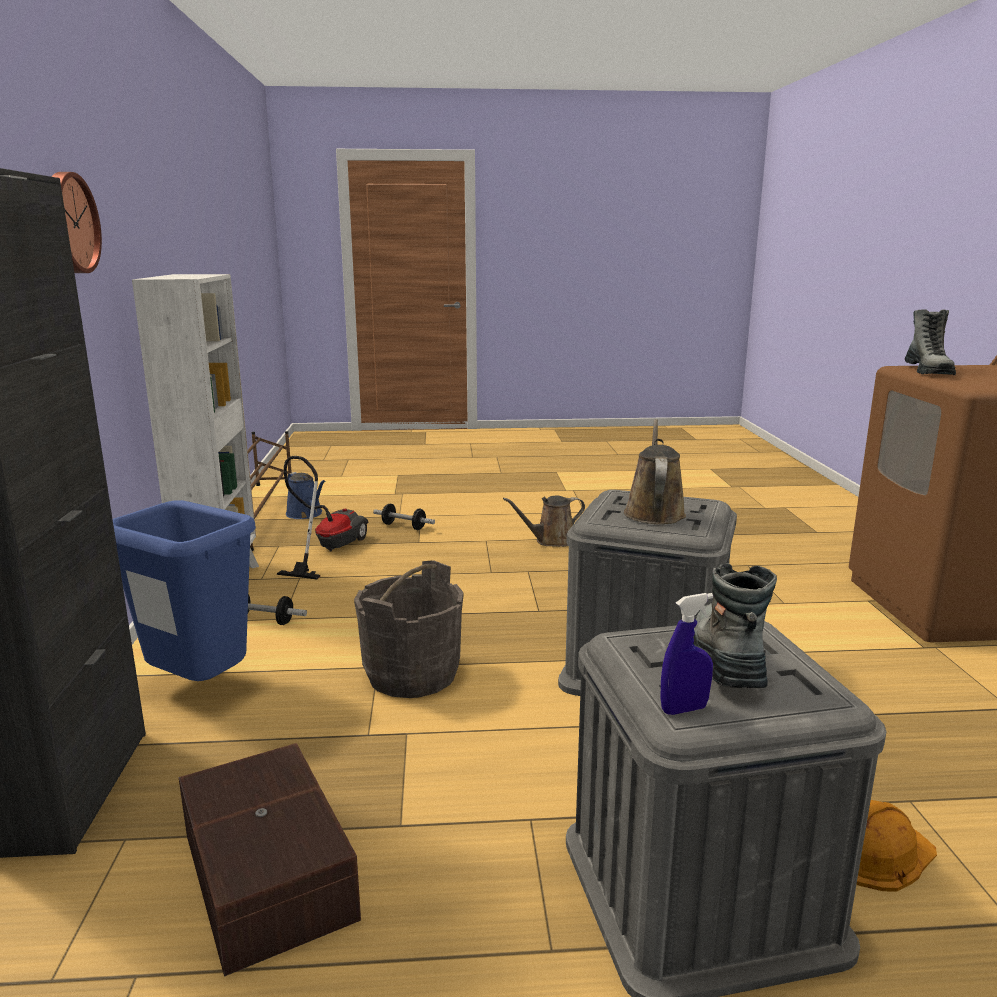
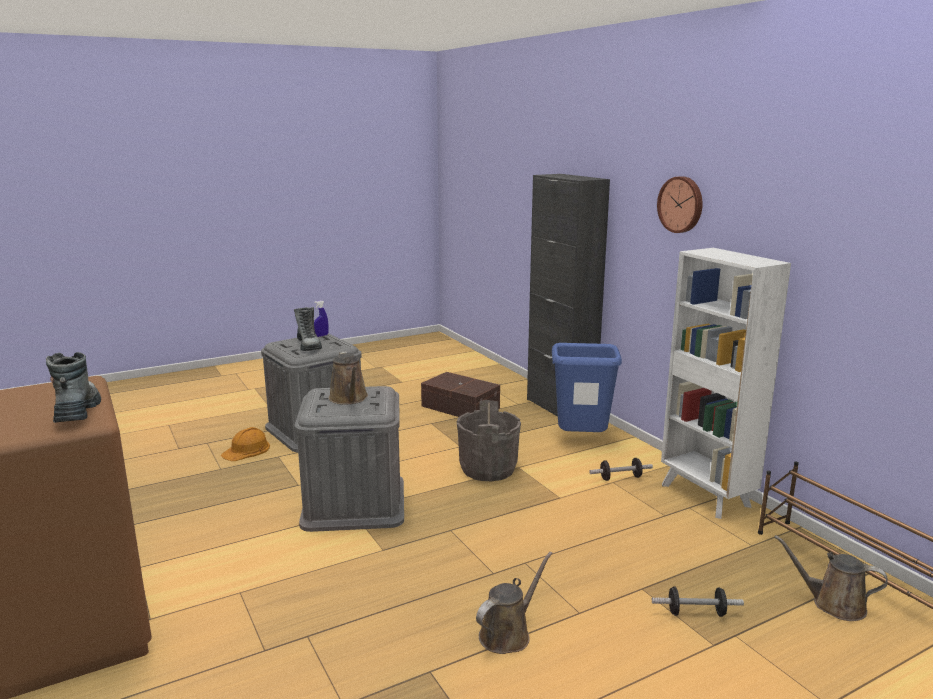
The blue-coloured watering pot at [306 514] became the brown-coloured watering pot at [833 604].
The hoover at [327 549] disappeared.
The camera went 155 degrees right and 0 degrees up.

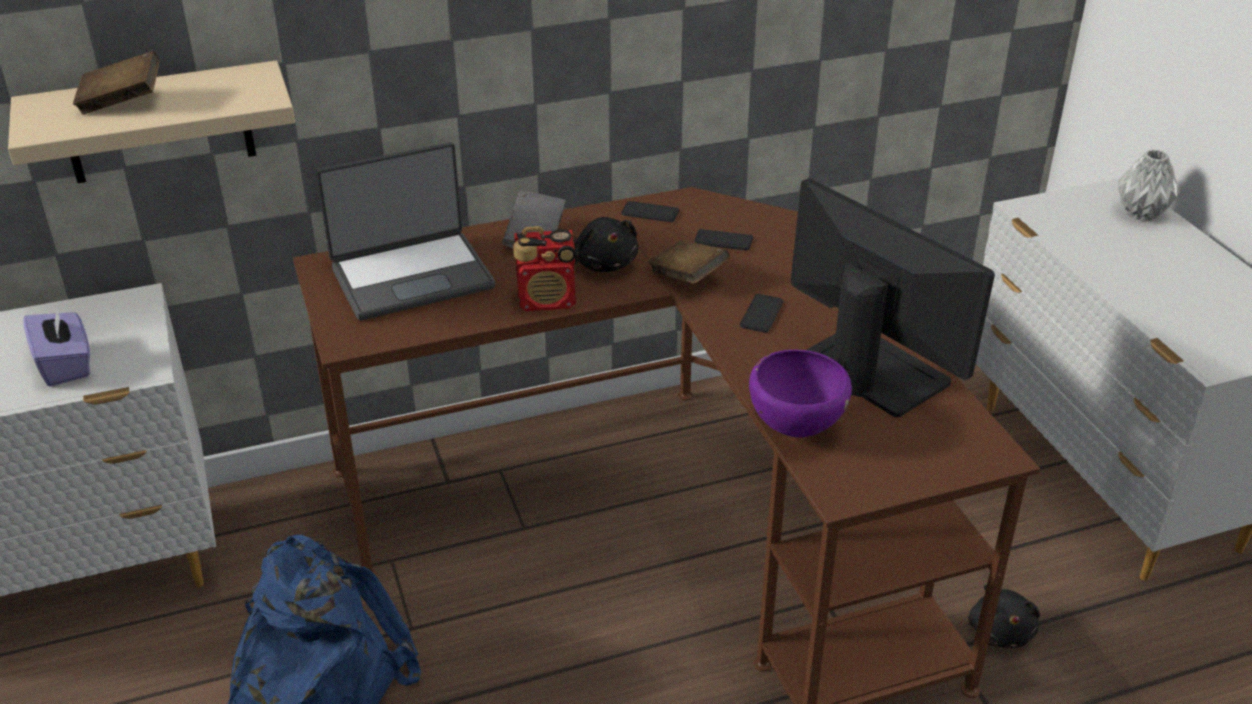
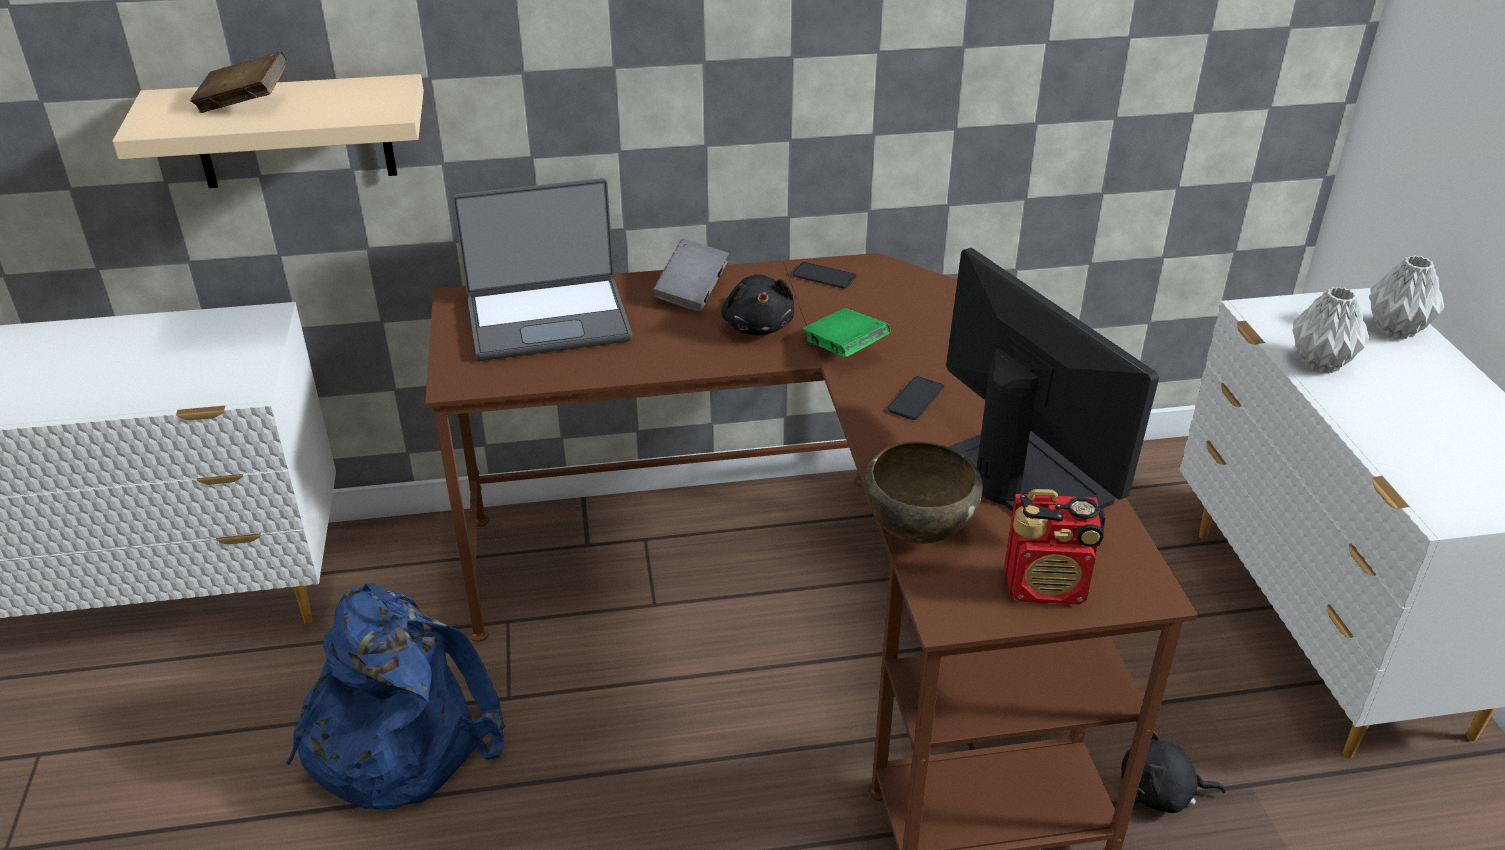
The brown-coloured book at [687 277] became the greenish book at [844 350].
The purple deep dish at [794 429] became the brown-coloured deep dish at [916 533].
The radio moved from [548 301] to [1047 586].
The blackish plush toy at [1000 630] turned 90 degrees clockwise.
The greyish flower vase at [1322 364] appeared.
The purple tissue box at [66 365] disappeared.
The handset at [723 241] disappeared.
The camera went 10 degrees right and 0 degrees up.

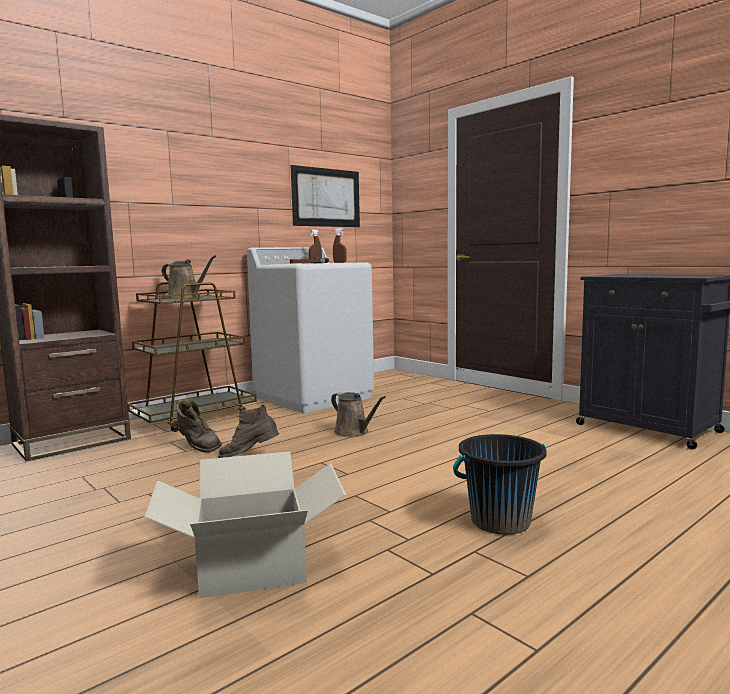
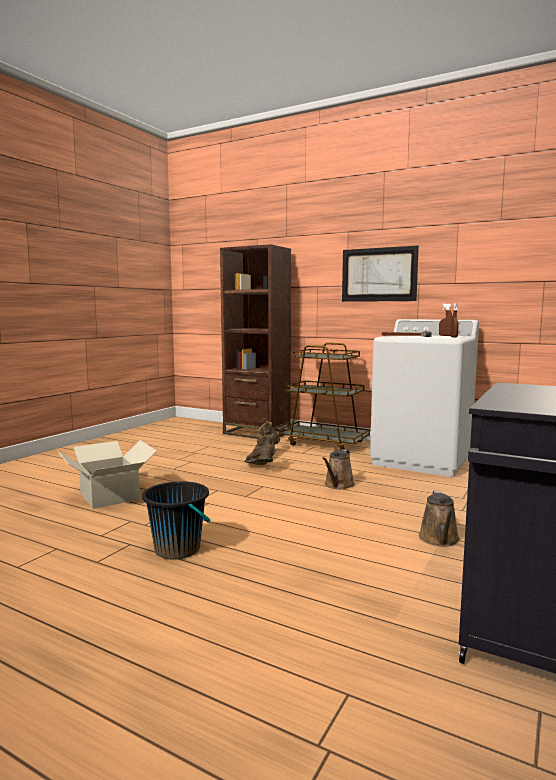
The picture moved from [326 197] to [378 274].
The brown-coloured watering pot moved from [186 298] to [439 540].
The camera went 70 degrees right and 0 degrees up.

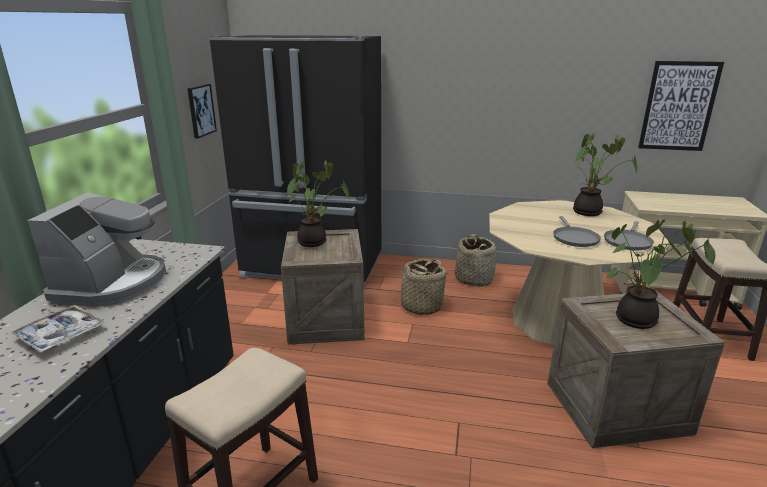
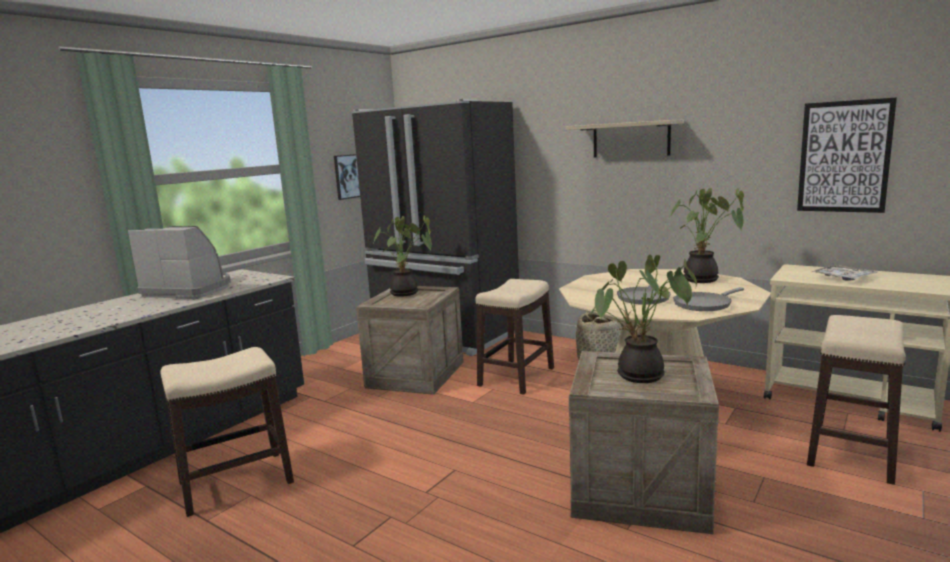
The coffee machine at [112 283] turned 105 degrees counterclockwise.
The storage basket at [421 306] was replaced by the stool at [517 376].
The wall shelf at [631 139] appeared.
The carrying tray moved from [61 335] to [843 278].
The camera went 25 degrees right and 10 degrees down.

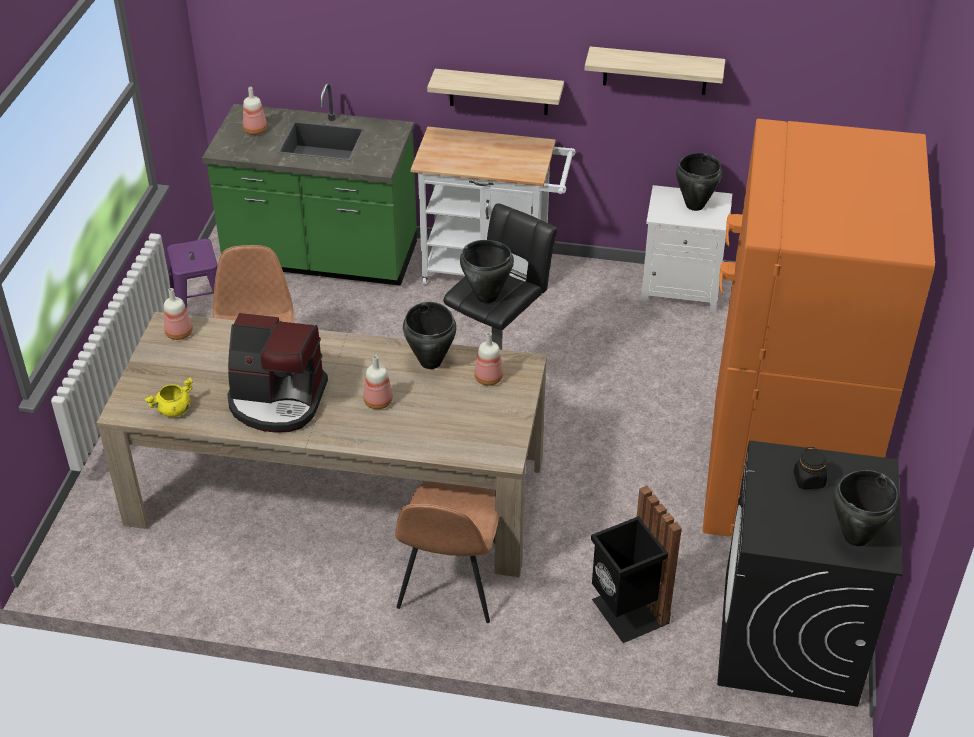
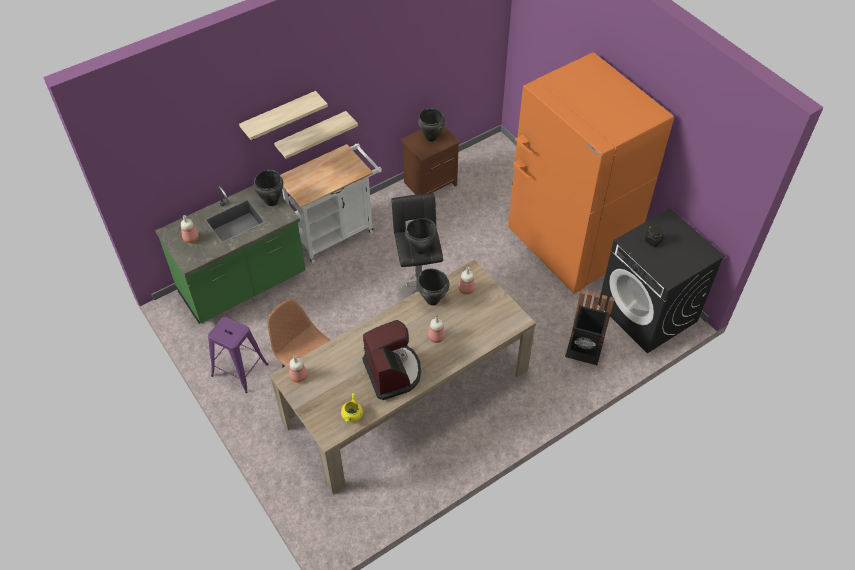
The wall shelf moved from [655 71] to [279 117].
The blackish saucepot moved from [855 537] to [271 202].
The coffee machine at [277 401] turned 75 degrees counterclockwise.
The white bedside table at [681 289] became the brown-coloured bedside table at [430 183].
The brown-coloured plain chair at [450 586] disappeared.
The camera went 45 degrees left and 10 degrees up.

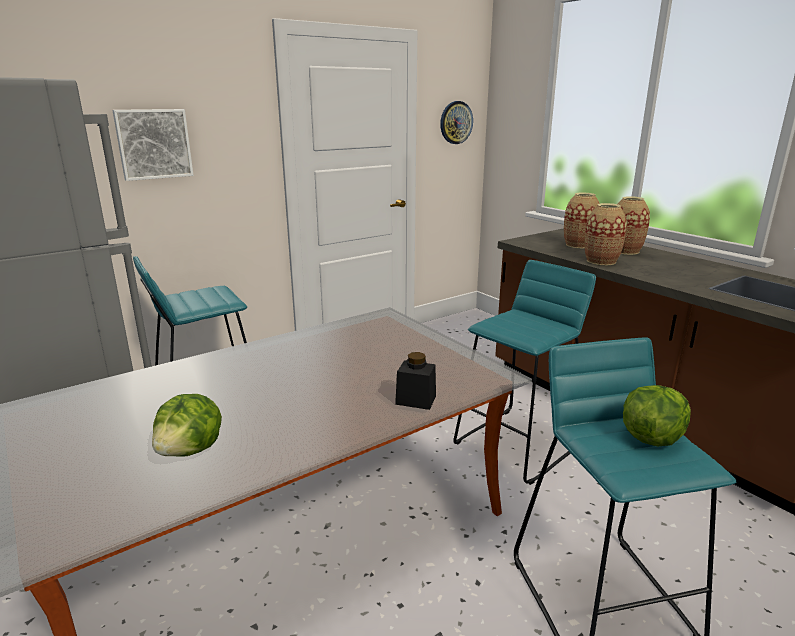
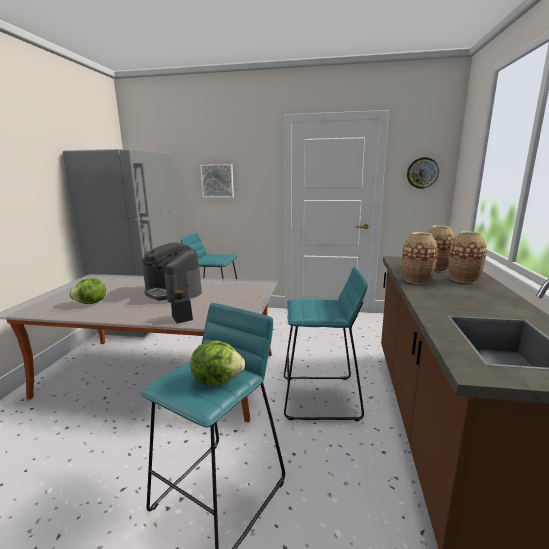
The coffee machine at [173 292] appeared.
The camera went 45 degrees right and 5 degrees down.

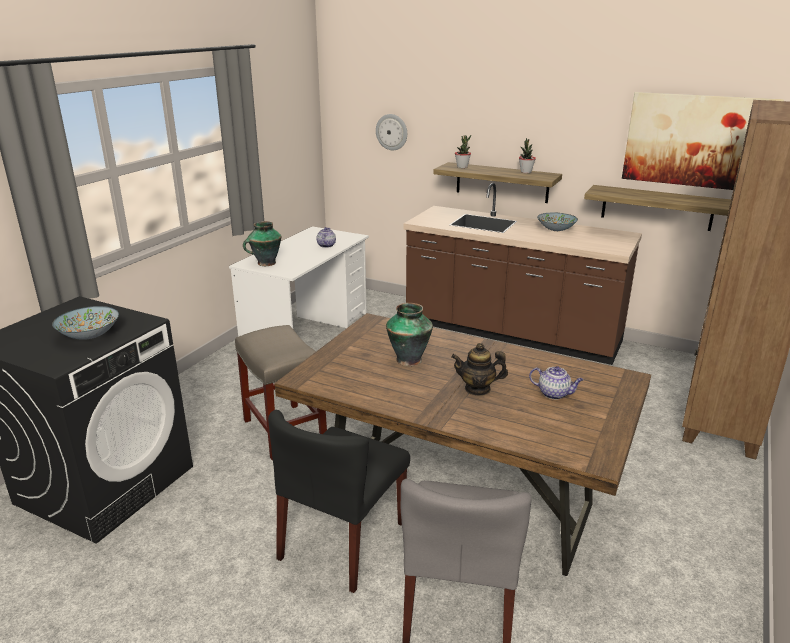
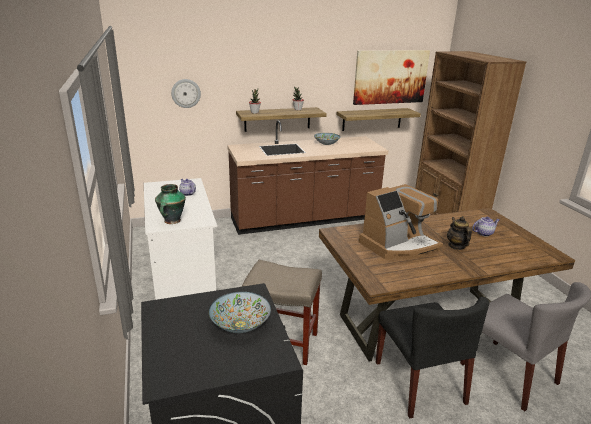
The flower vase at [409 359] was replaced by the coffee machine at [398 245].
The pot for tea at [477 389] turned 120 degrees clockwise.
The camera went 45 degrees left and 0 degrees up.

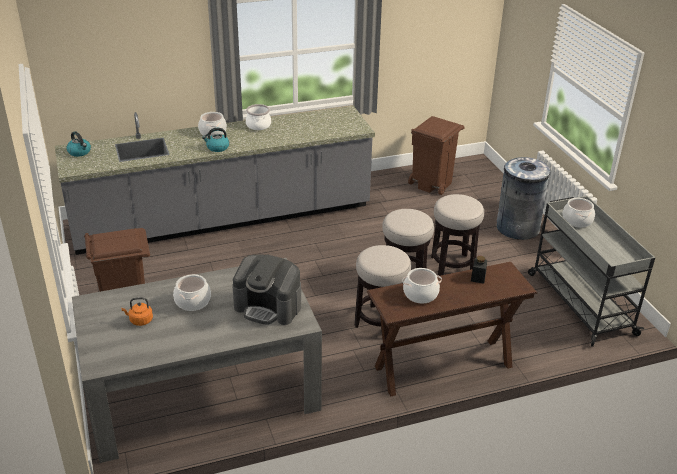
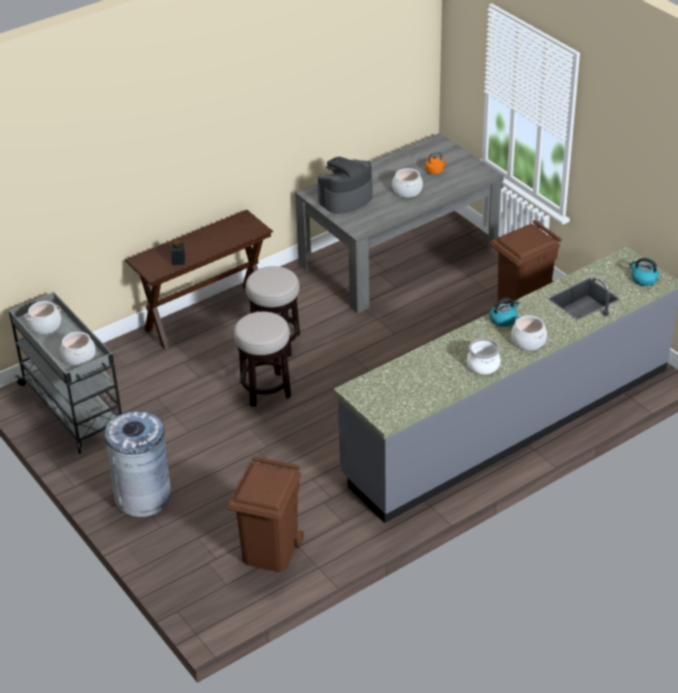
The saucepot moved from [420 294] to [45 326].
The coffee machine at [268 306] turned 45 degrees counterclockwise.
The stool at [452 266] disappeared.
The camera went 165 degrees right and 5 degrees up.

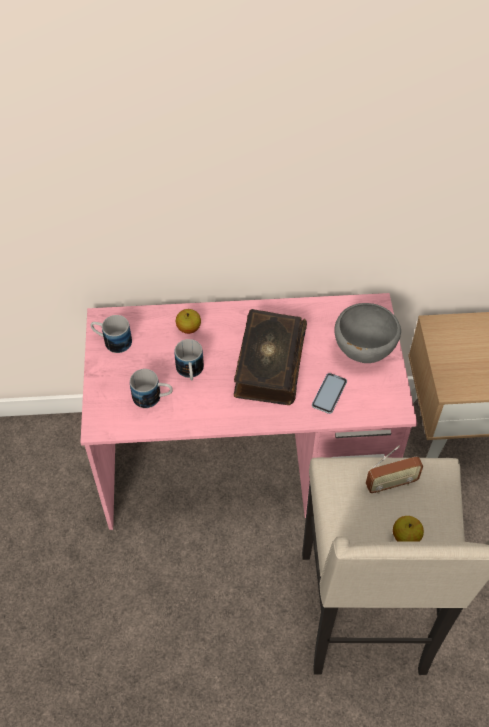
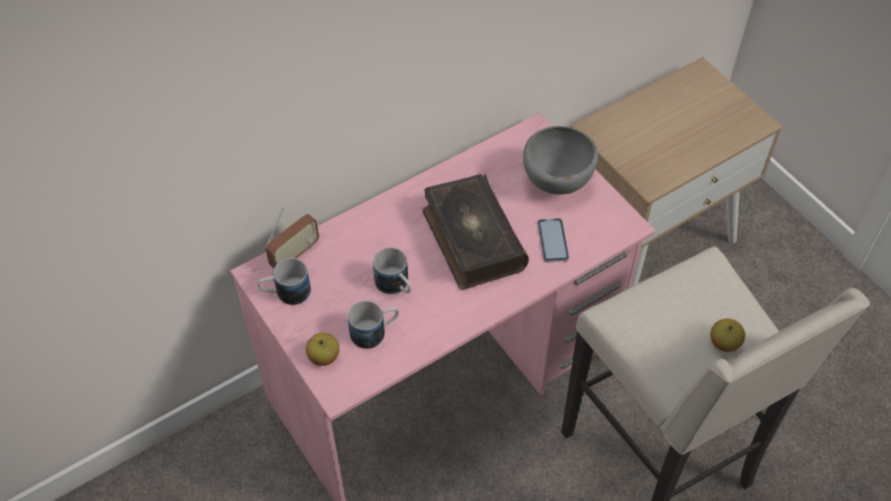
The radio moved from [391 484] to [294 255].
The apple moved from [188 328] to [324 357].
The camera went 30 degrees left and 0 degrees up.

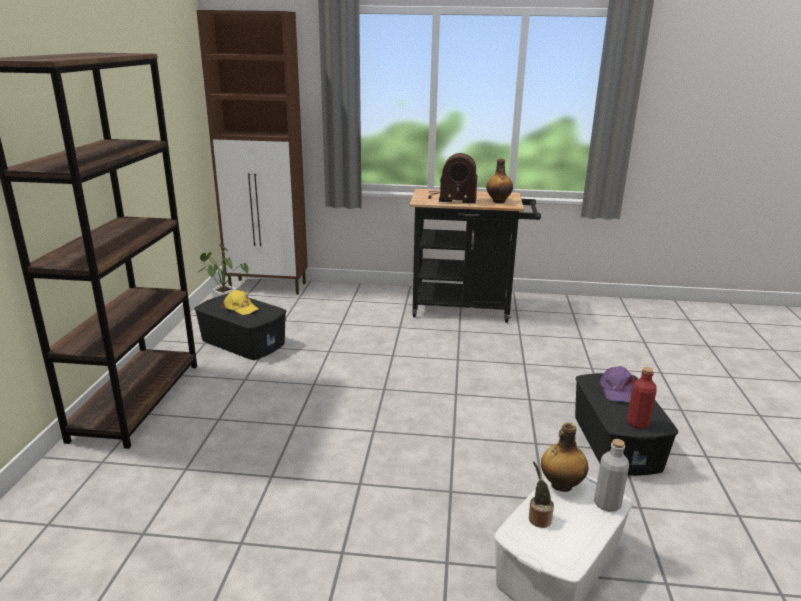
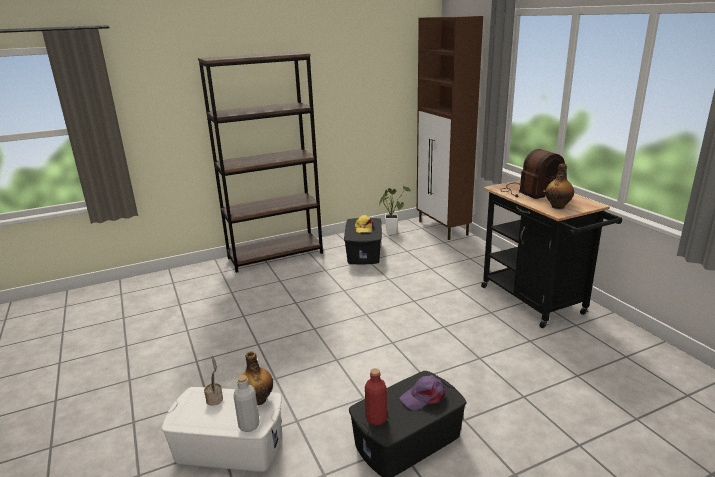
The radio at [451 198] turned 90 degrees counterclockwise.
The camera went 60 degrees right and 0 degrees up.

